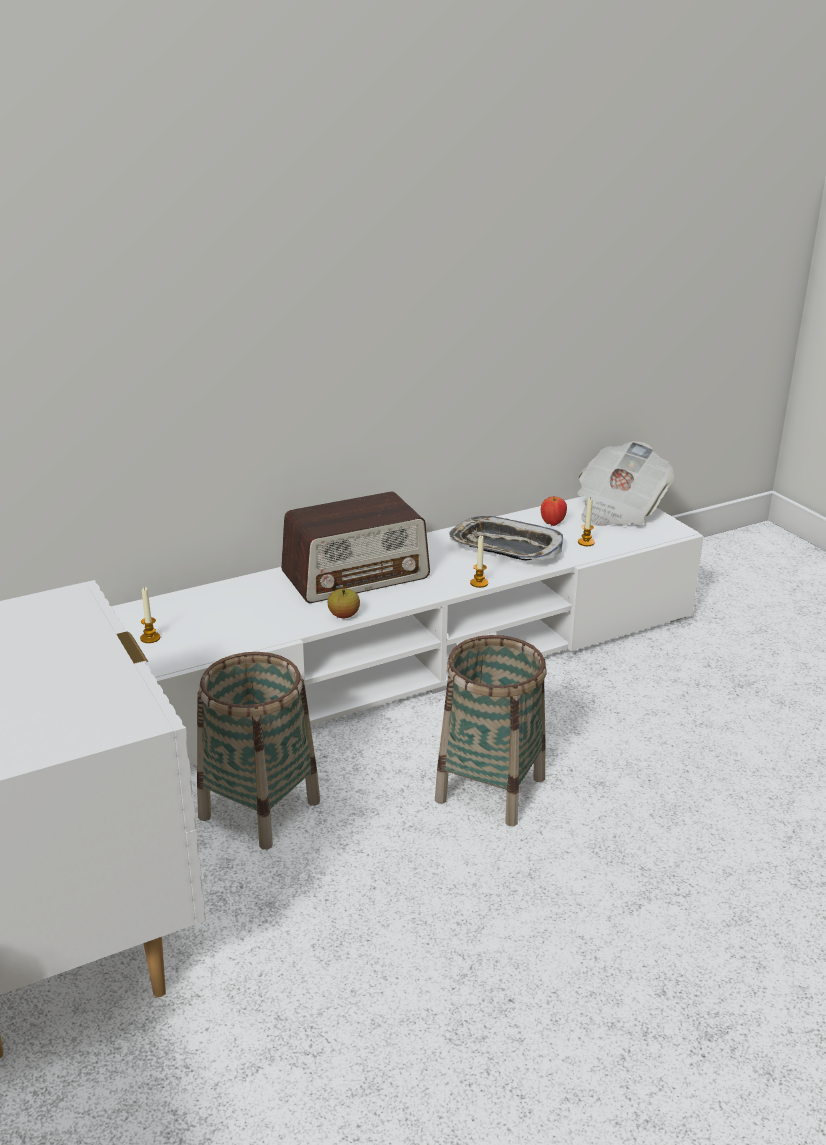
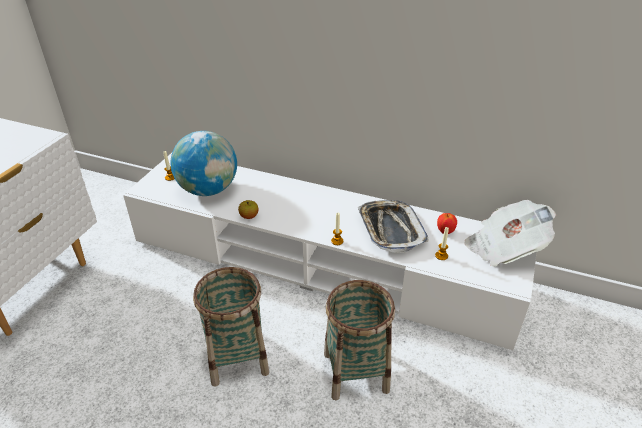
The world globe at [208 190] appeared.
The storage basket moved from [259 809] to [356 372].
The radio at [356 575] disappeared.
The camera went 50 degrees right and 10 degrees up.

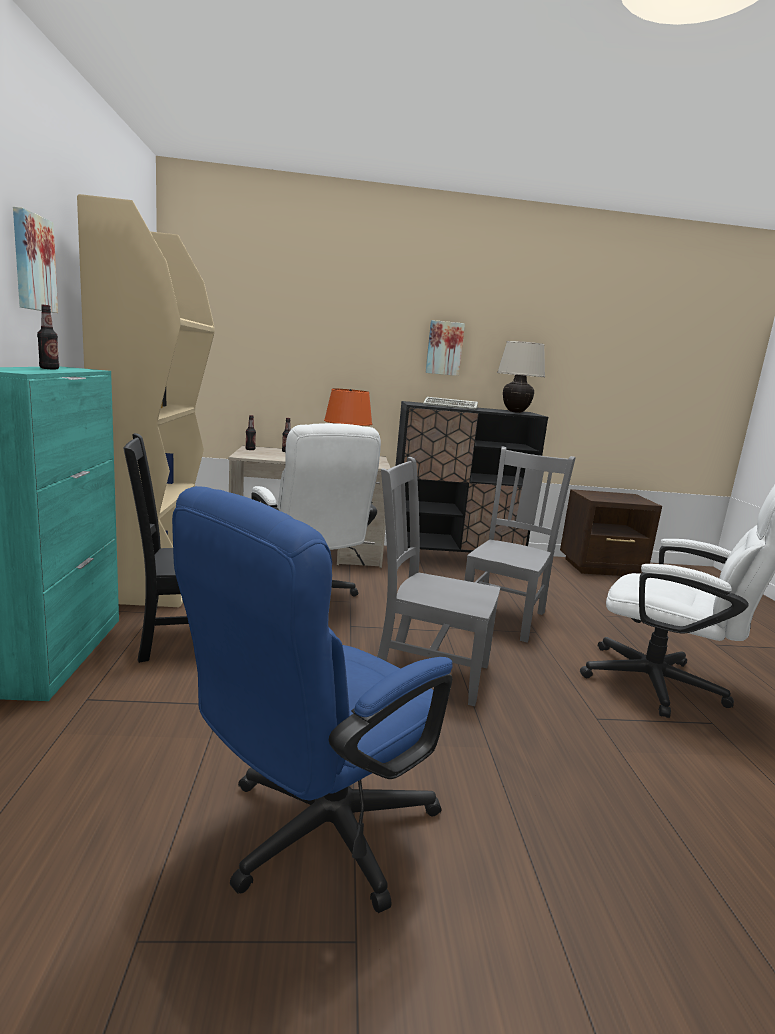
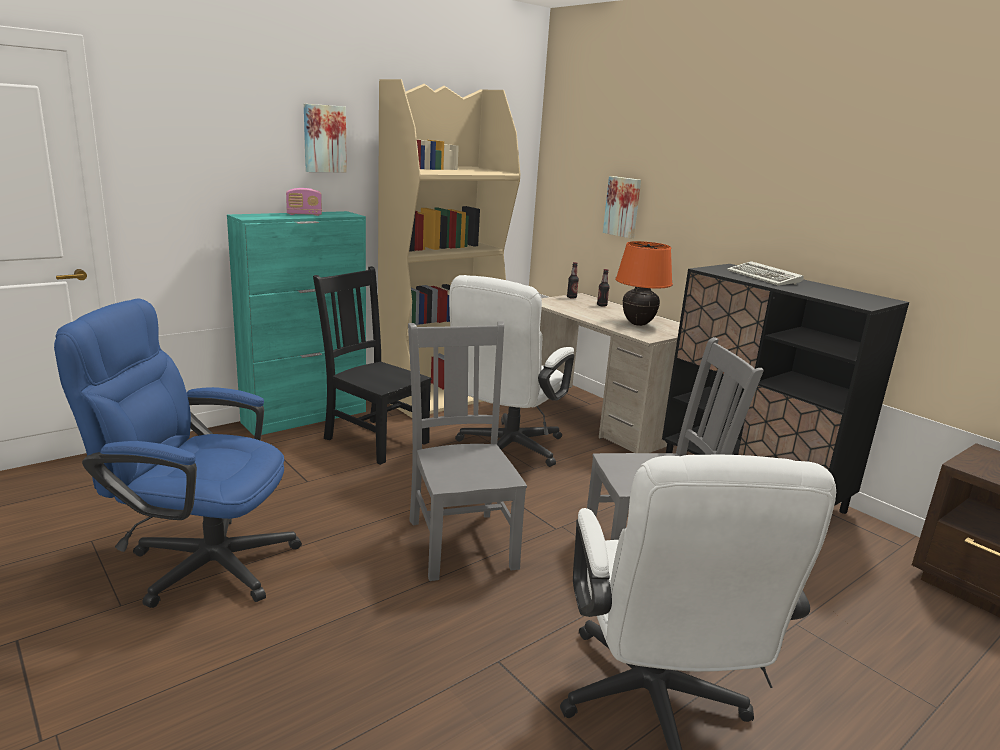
The bottle at [49 368] was replaced by the radio at [304 214].
The picture moved from [444 348] to [623 207].
The beige table lamp at [515 412] disappeared.
The camera went 55 degrees right and 5 degrees up.

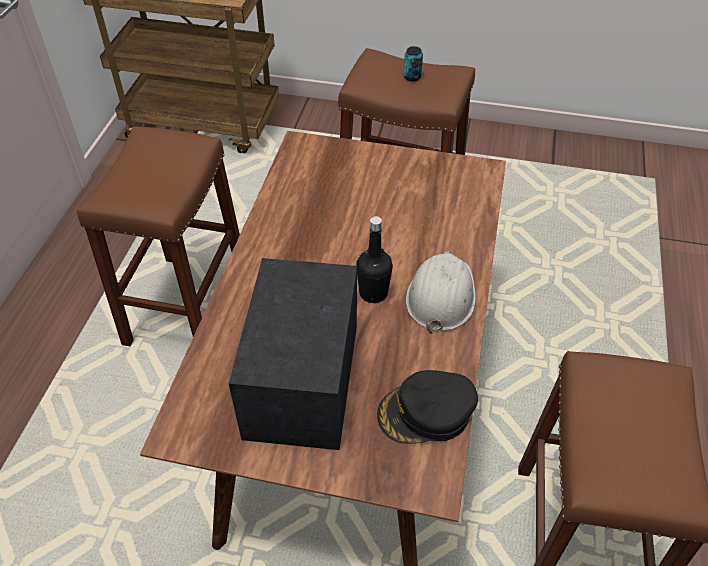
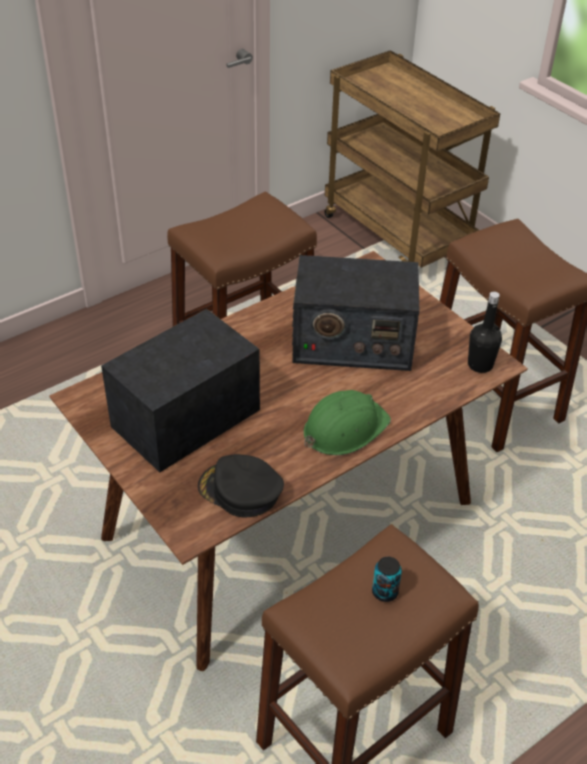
The radio at [351 342] appeared.
The white hard hat at [440 295] became the greenish hard hat at [344 428].
The metal can moved from [412 77] to [385 592].
The blackish bottle moved from [373 293] to [480 365].
The camera went 40 degrees right and 5 degrees down.

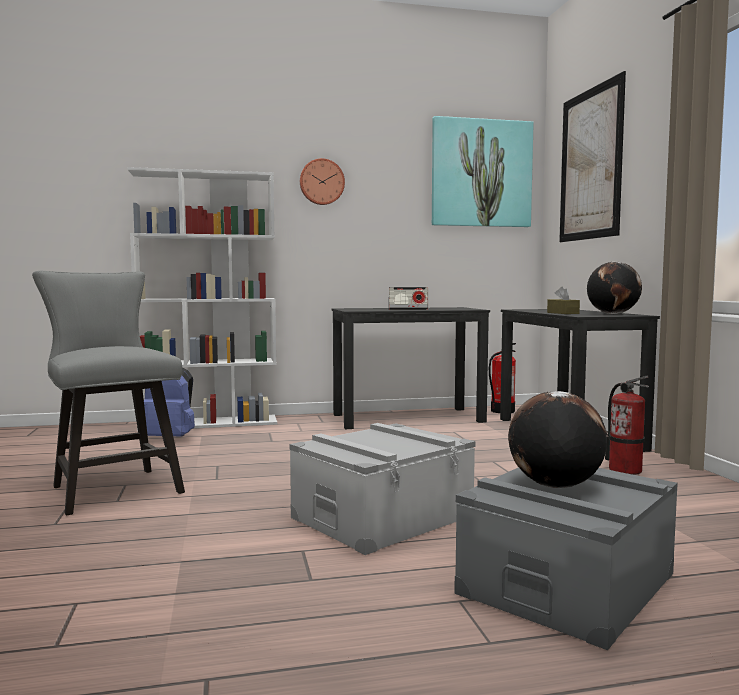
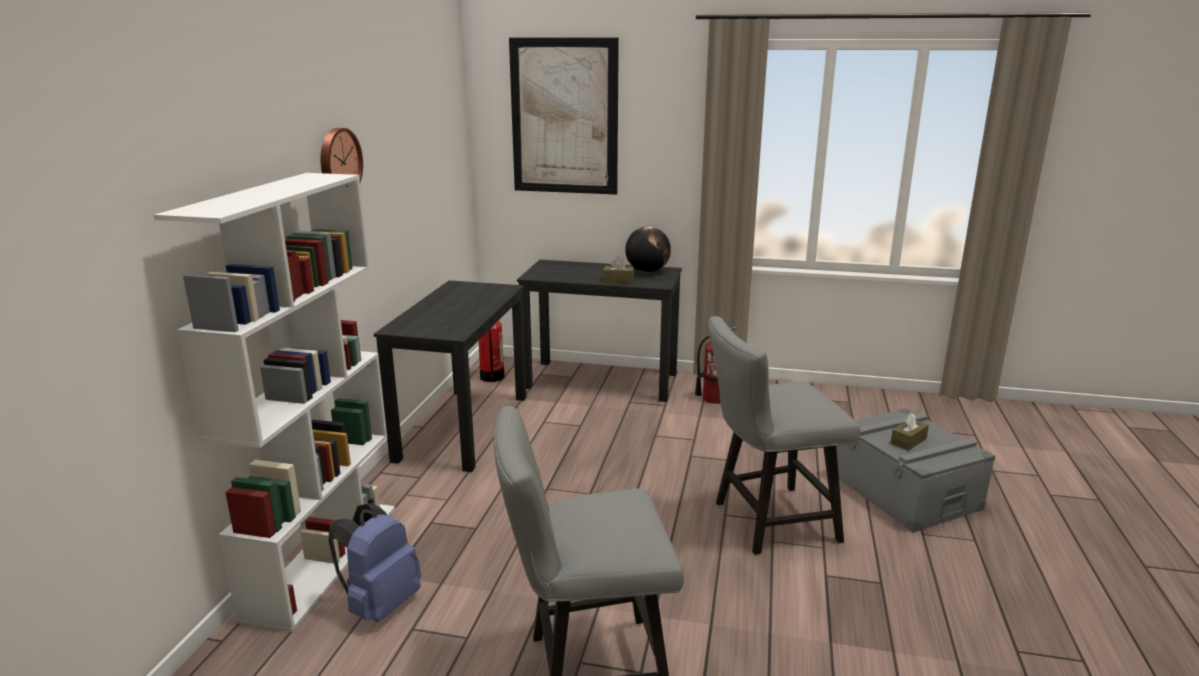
The greyish storage container at [382 516] was replaced by the greyish plain chair at [767 522].
The world globe at [554 486] was replaced by the brown-coloured tissue box at [908 441].
The radio at [408 309] disappeared.
The picture at [481 173] disappeared.
The camera went 65 degrees left and 15 degrees up.

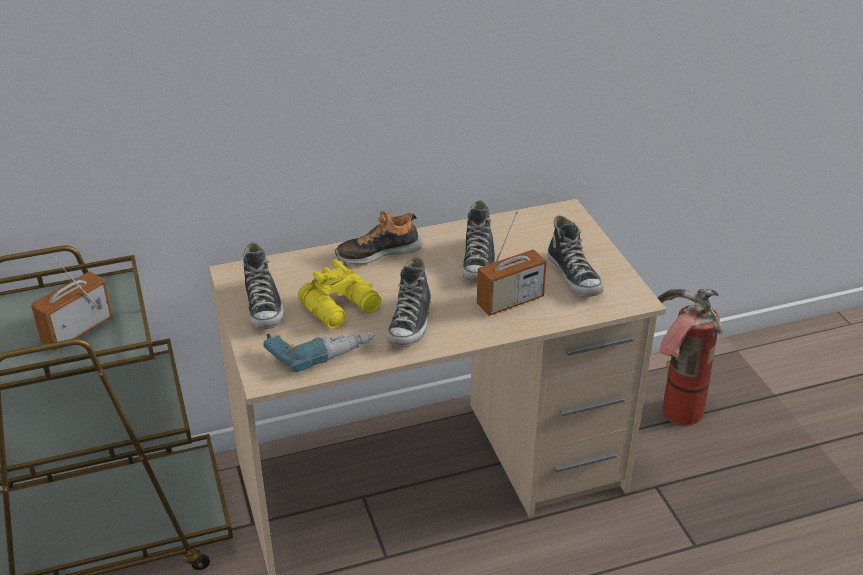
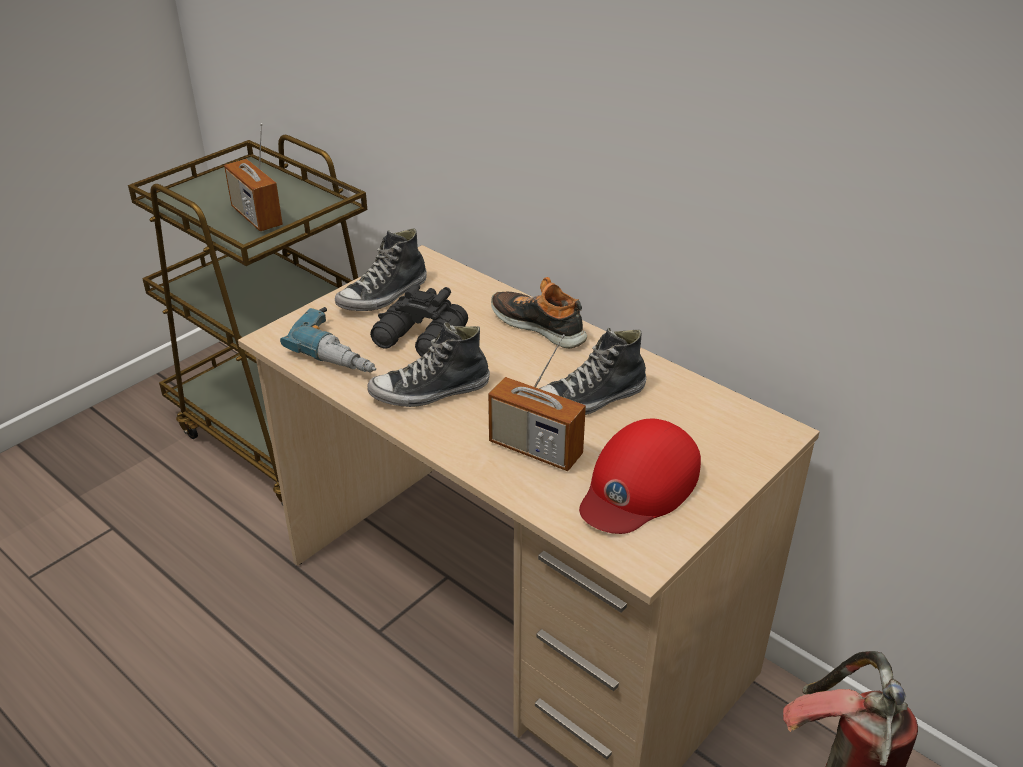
The radio at [77 330] turned 135 degrees counterclockwise.
The yellow-coloured field glasses at [342 307] became the blackish field glasses at [421 339].
The shoe at [575 276] was replaced by the red-coloured cap at [638 486].
The camera went 60 degrees right and 0 degrees up.

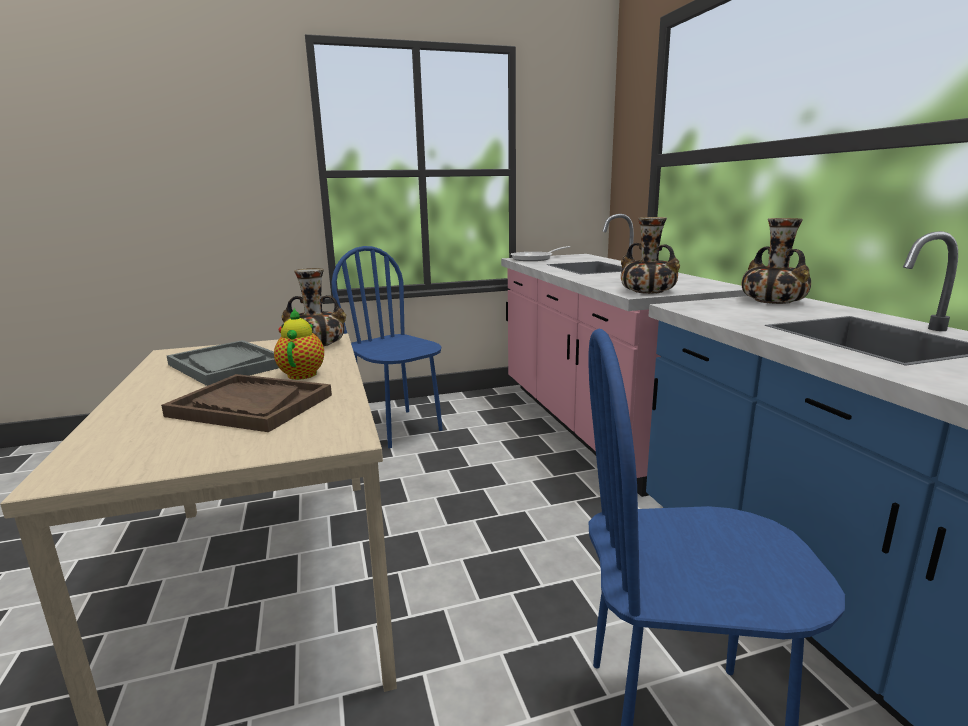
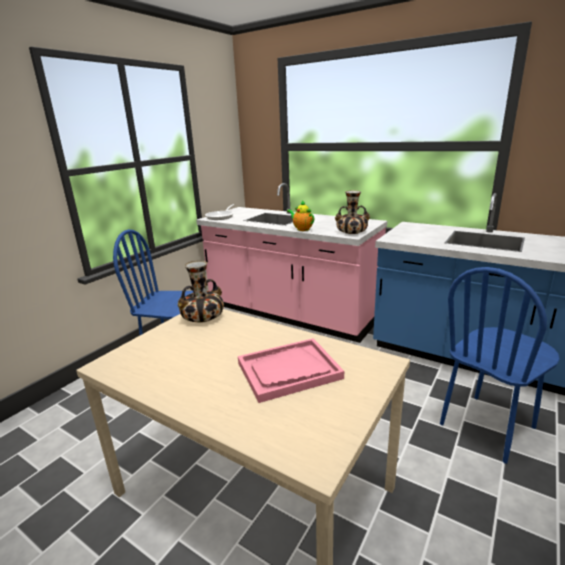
The brown-coloured carrying tray at [250 405] became the pinkish carrying tray at [288 371].
The pot for tea moved from [303 373] to [302 229].
The greyish carrying tray at [227 365] disappeared.
The flower vase at [772 300] disappeared.
The camera went 40 degrees left and 5 degrees up.

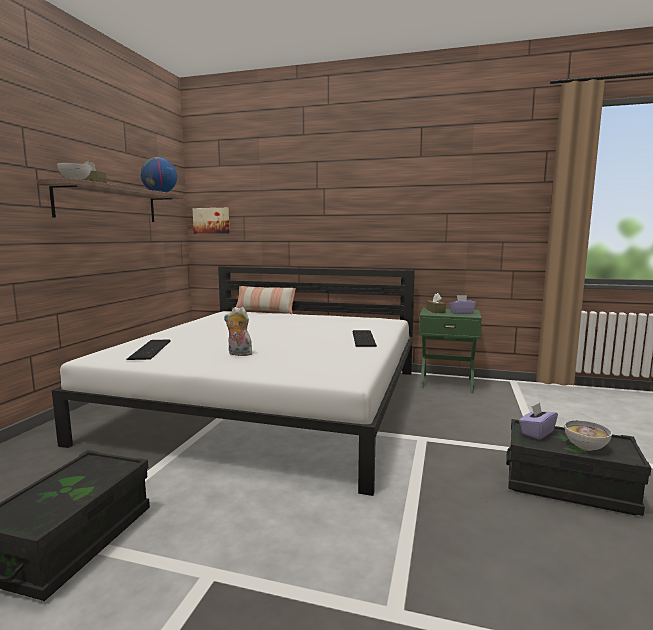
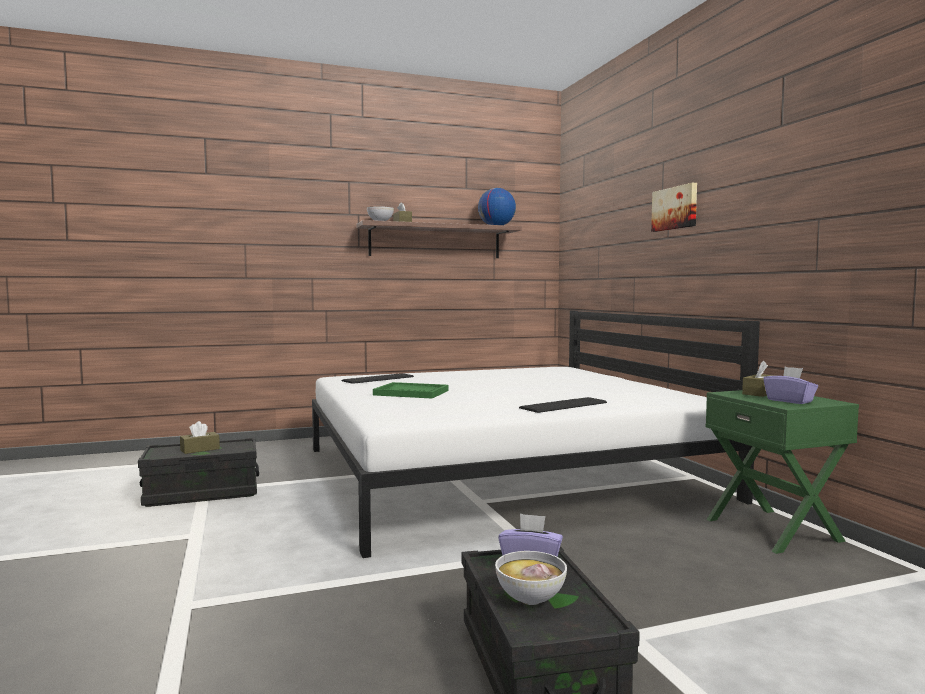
The brown-coloured tissue box at [200 449] appeared.
The plush toy at [238 354] was replaced by the greenish carrying tray at [411 393].
The picture moved from [211 220] to [675 208].
The pillow at [265 312] disappeared.
The camera went 55 degrees right and 5 degrees down.

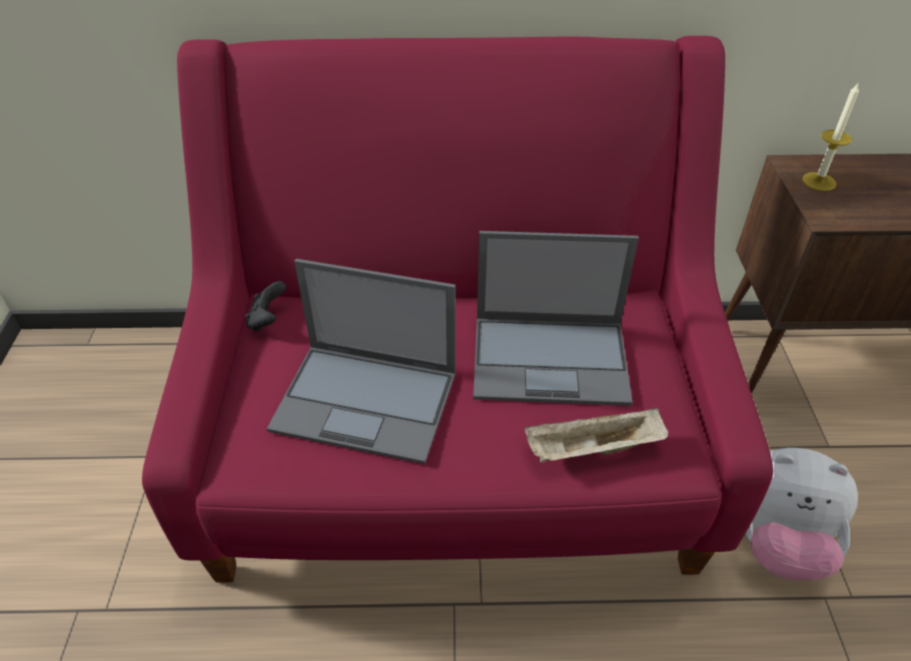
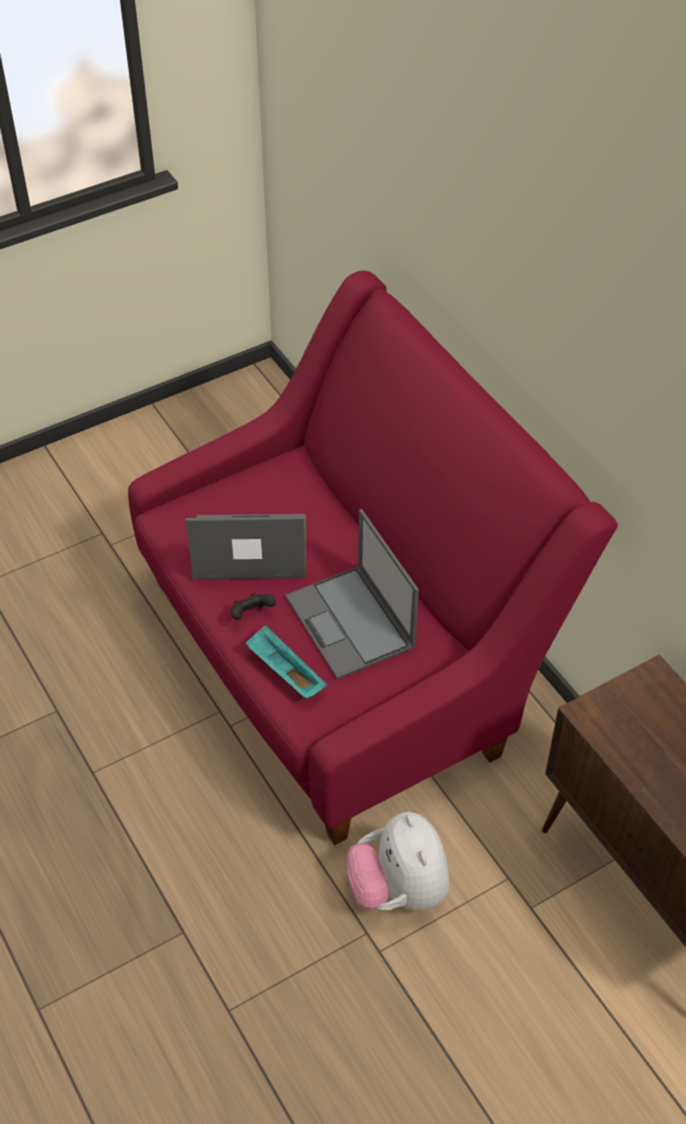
The portable computer at [367 401] turned 105 degrees clockwise.
The blackish gamepad moved from [268 320] to [251 615].
The beige carrying tray at [592 450] became the blue-green carrying tray at [284 672].
The candle at [819 181] disappeared.
The camera went 60 degrees right and 5 degrees up.

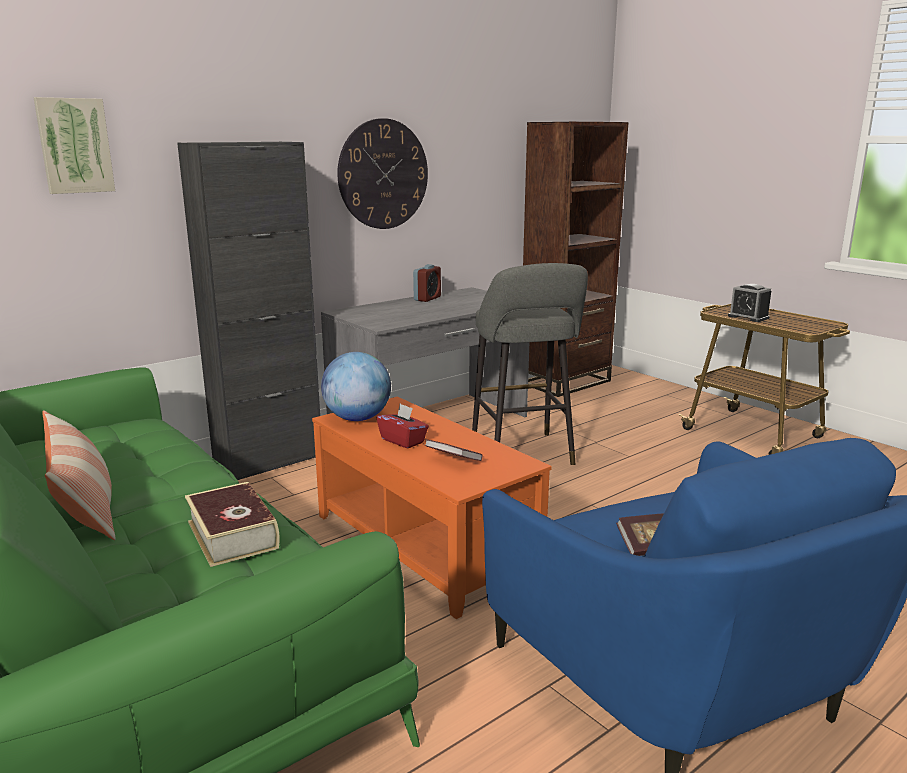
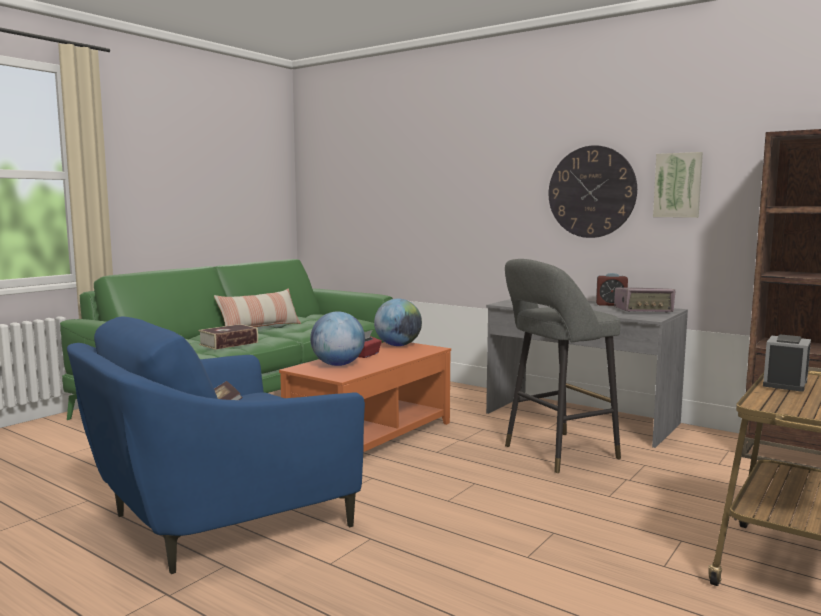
The book at [453 461] was replaced by the world globe at [338 365].
The radio at [643 310] appeared.
The picture moved from [74 146] to [678 185].
The blackish storage cabinet at [269 462] disappeared.
The camera went 75 degrees right and 10 degrees down.

